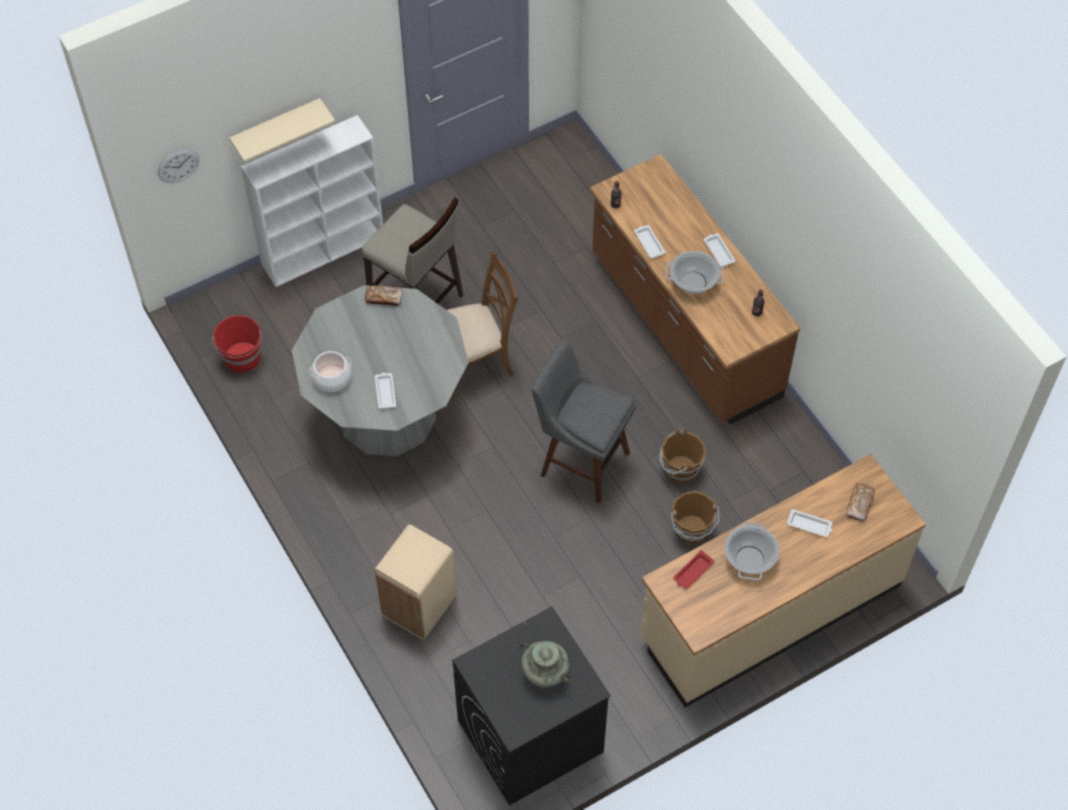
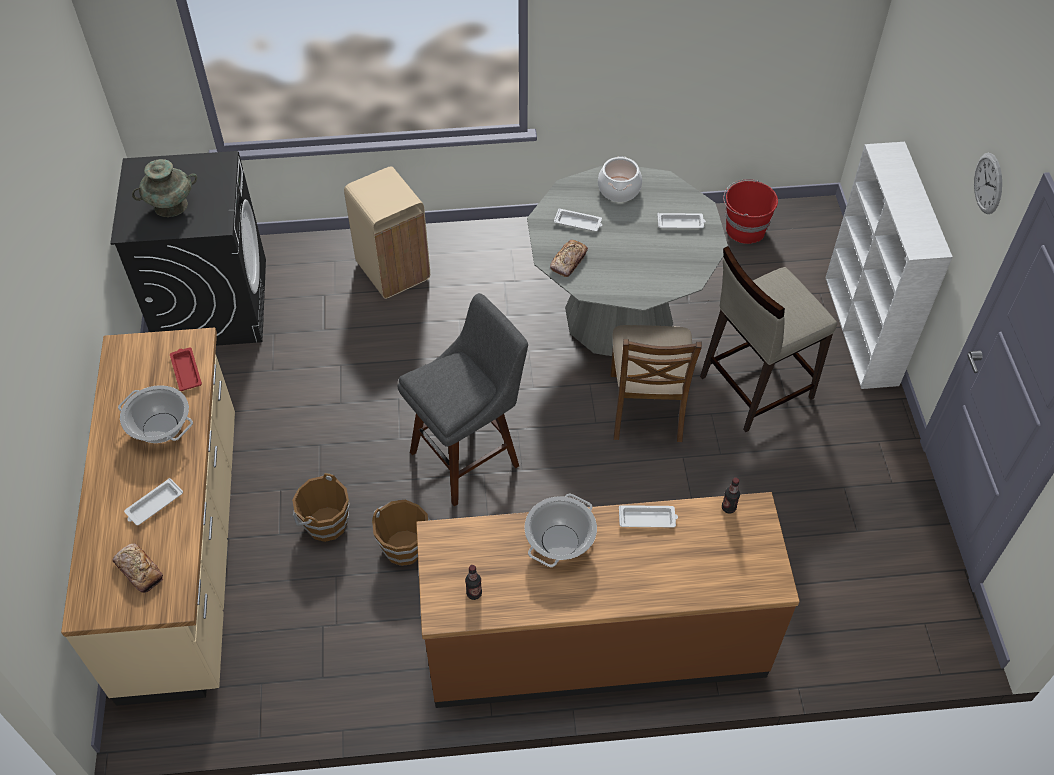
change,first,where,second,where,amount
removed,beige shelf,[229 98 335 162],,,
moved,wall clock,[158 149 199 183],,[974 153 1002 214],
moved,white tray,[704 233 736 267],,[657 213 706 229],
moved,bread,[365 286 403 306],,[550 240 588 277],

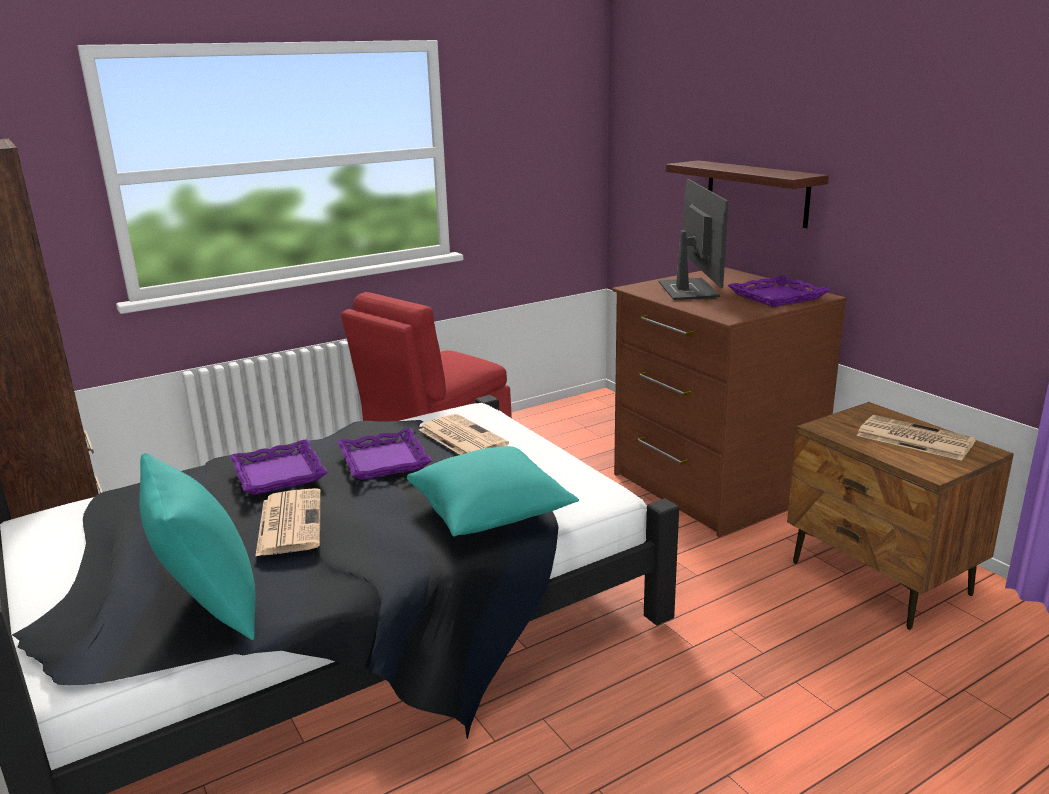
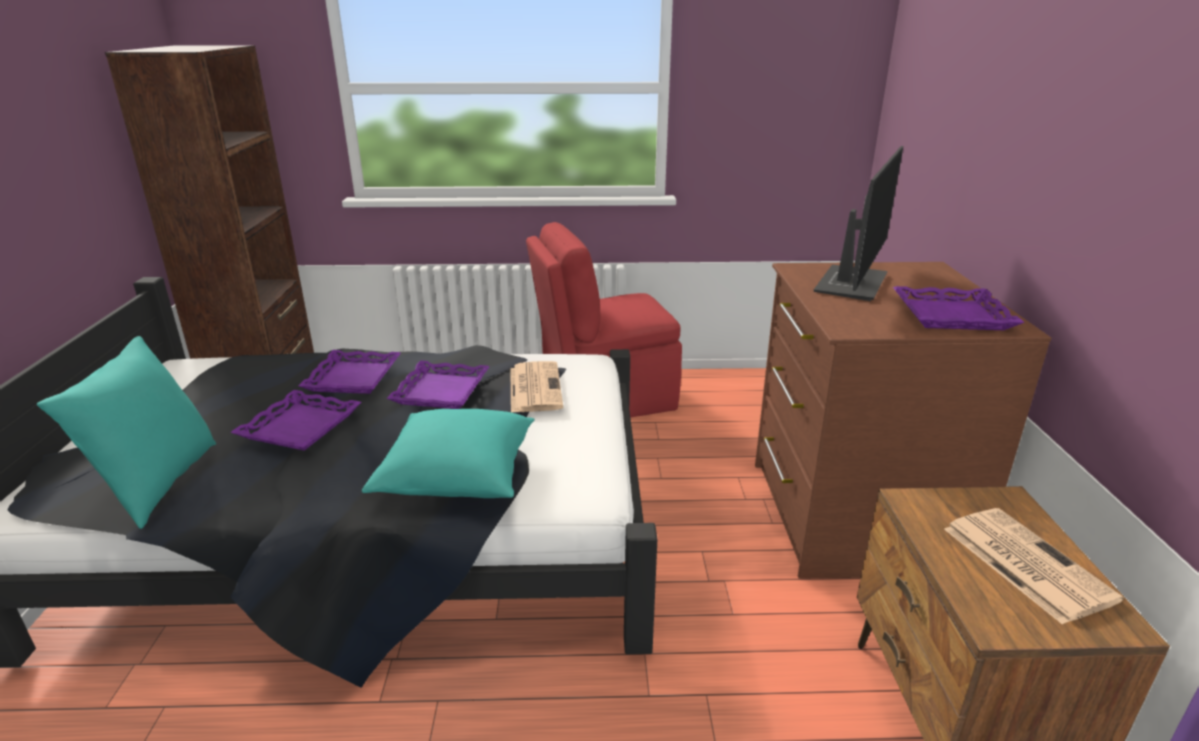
change,first,where,second,where,amount
removed,shelf,[666 160 829 228],,,
replaced,newspaper,[255 488 321 557],purple tray,[230 390 361 451],

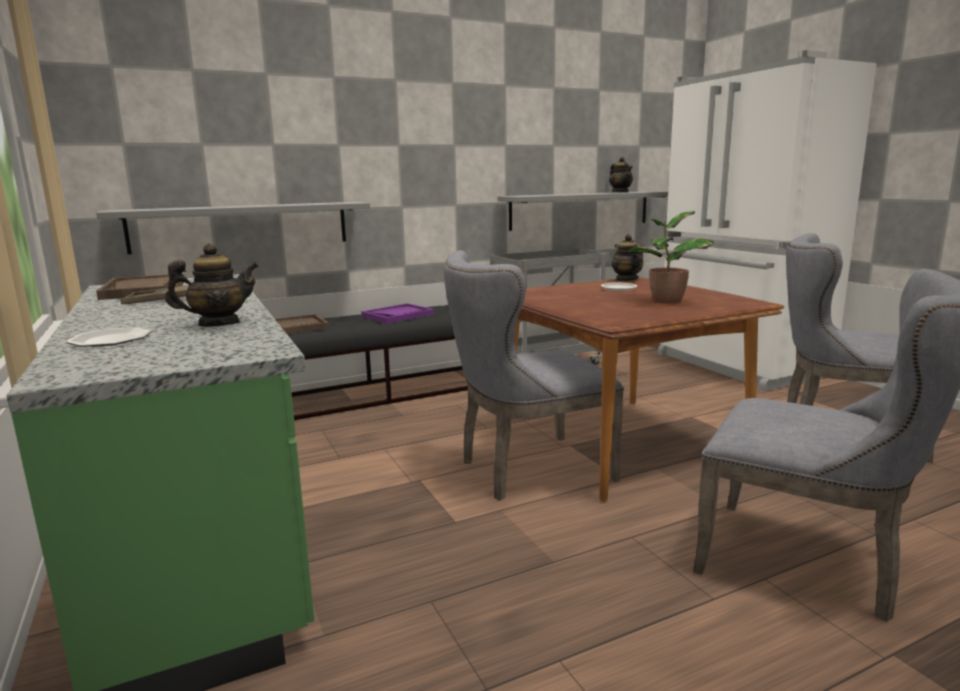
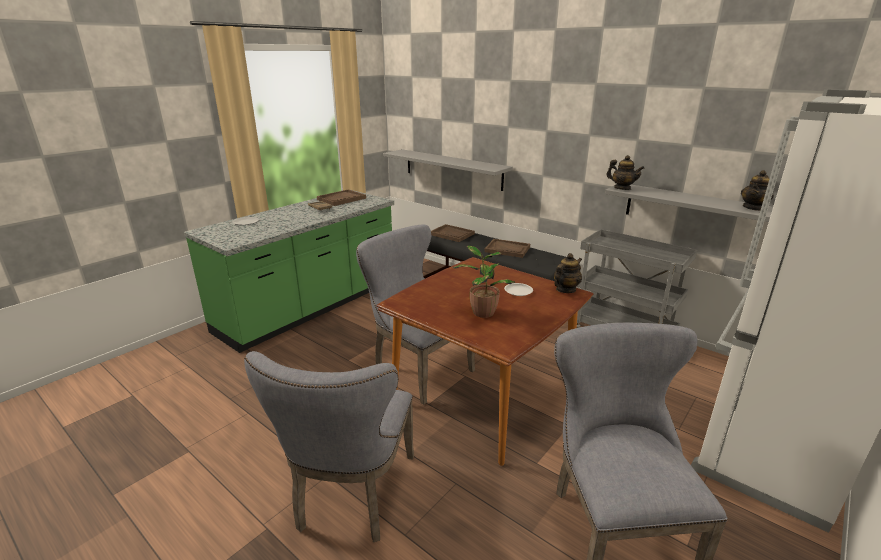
change,first,where,second,where,amount
moved,teapot,[165 243 259 327],,[606 155 644 190],
recoloured,purple tray,[361 303 434 324],brown tray,[484 239 530 258],

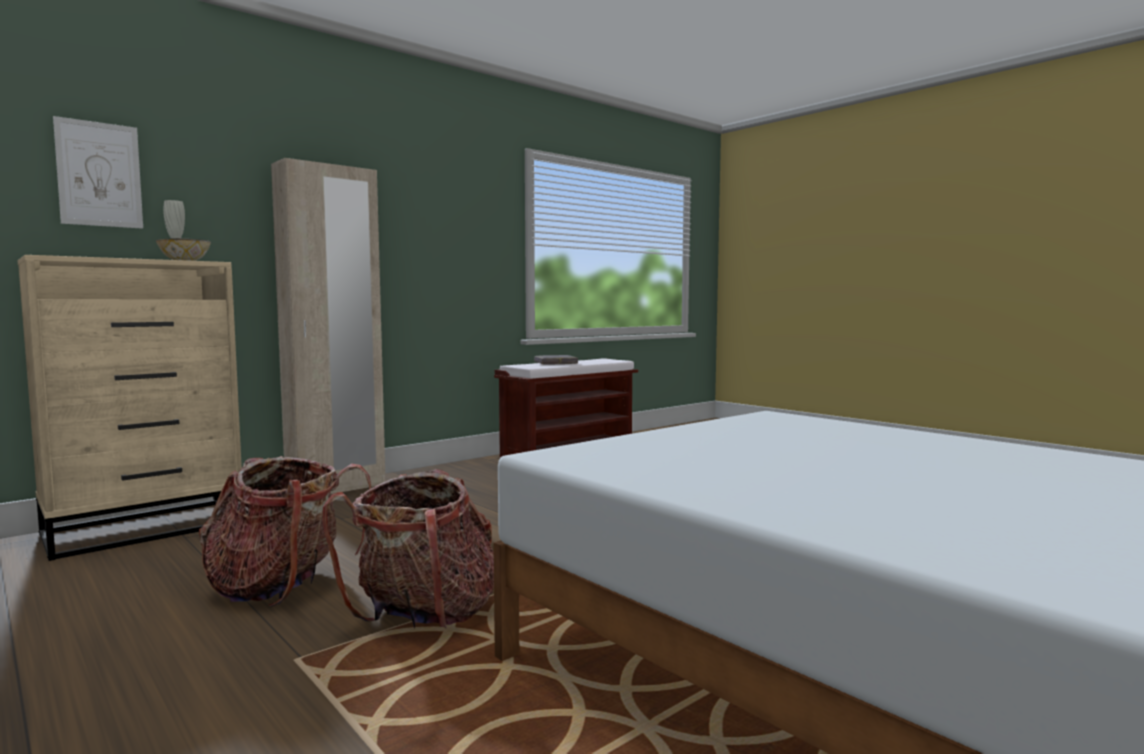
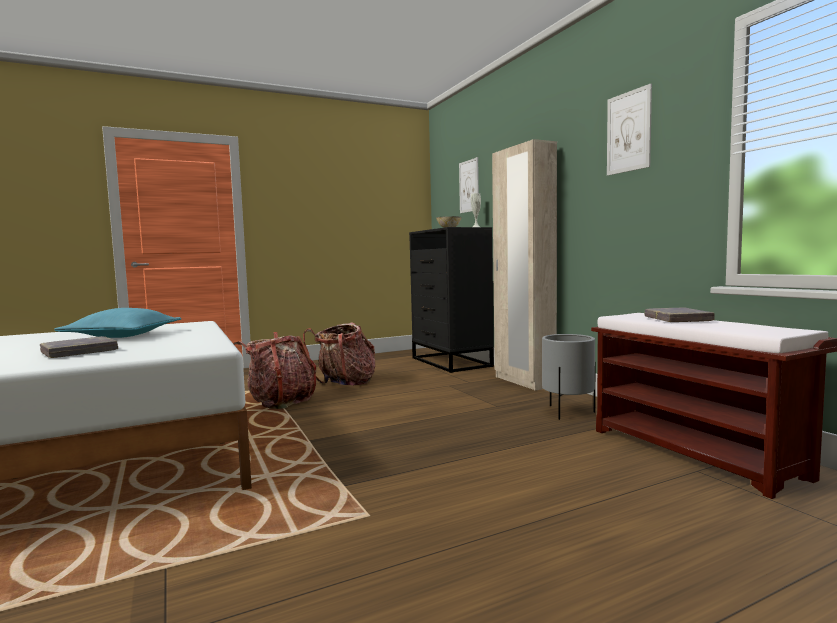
change,first,where,second,where,amount
recoloured,beige dresser,[18 255 242 561],black dresser,[409 227 494 373],
added,,,picture,[607 83 652 176],
added,,,turquoise pillow,[54 308 181 338],
added,,,grey planter,[542 334 596 420],
added,,,grey book,[40 336 118 358],

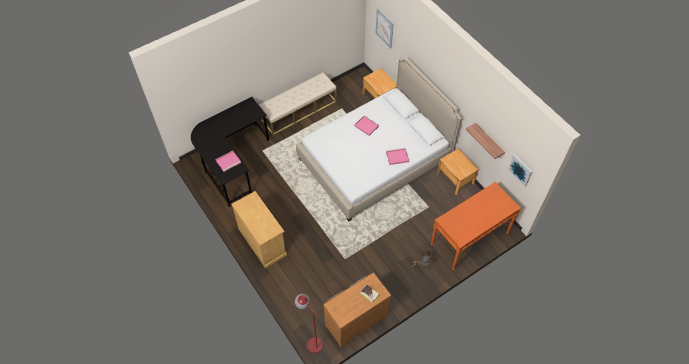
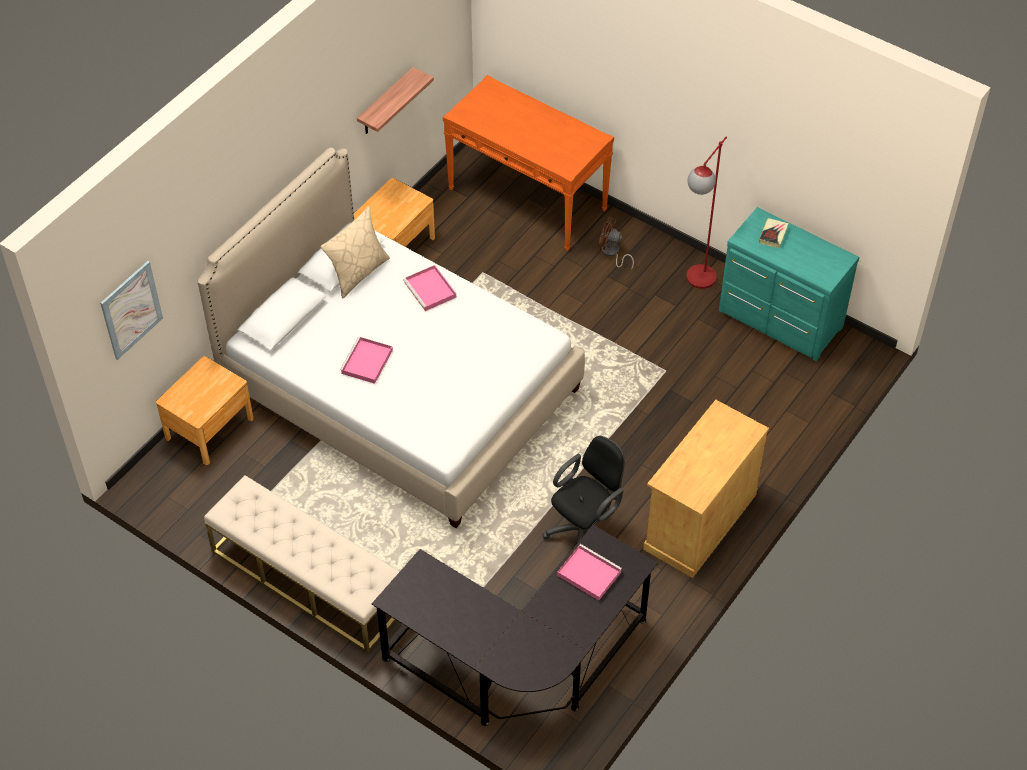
change,first,where,second,where,amount
removed,picture,[508 154 532 187],,,
recoloured,brown dresser,[323 273 391 347],turquoise dresser,[719 207 859 361],
moved,red floor lamp,[295 294 323 353],,[686 137 727 289],
added,,,beige pillow,[321 206 390 298],
added,,,black office chair,[542 436 624 544],

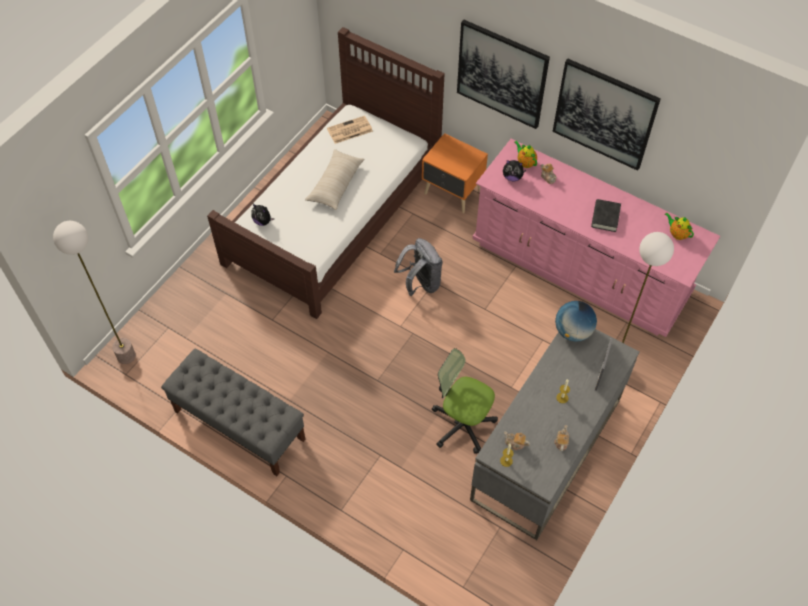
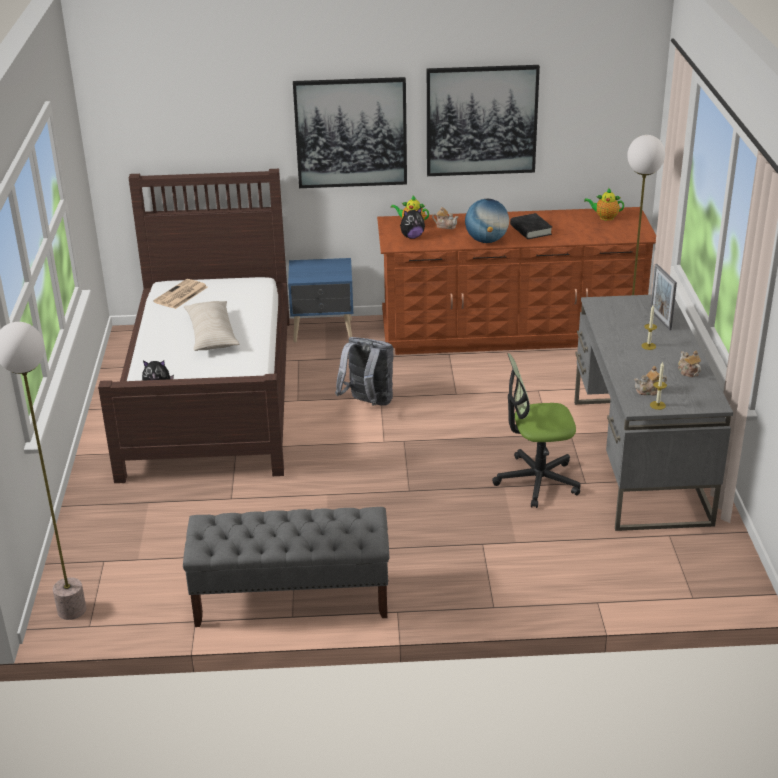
change,first,where,second,where,amount
recoloured,orange nightstand,[422 133 488 213],blue nightstand,[288 258 353 343],
recoloured,pink dresser,[472 139 720 337],brown dresser,[377 207 656 355],
moved,globe,[555 301 597 342],,[465 199 509 243],

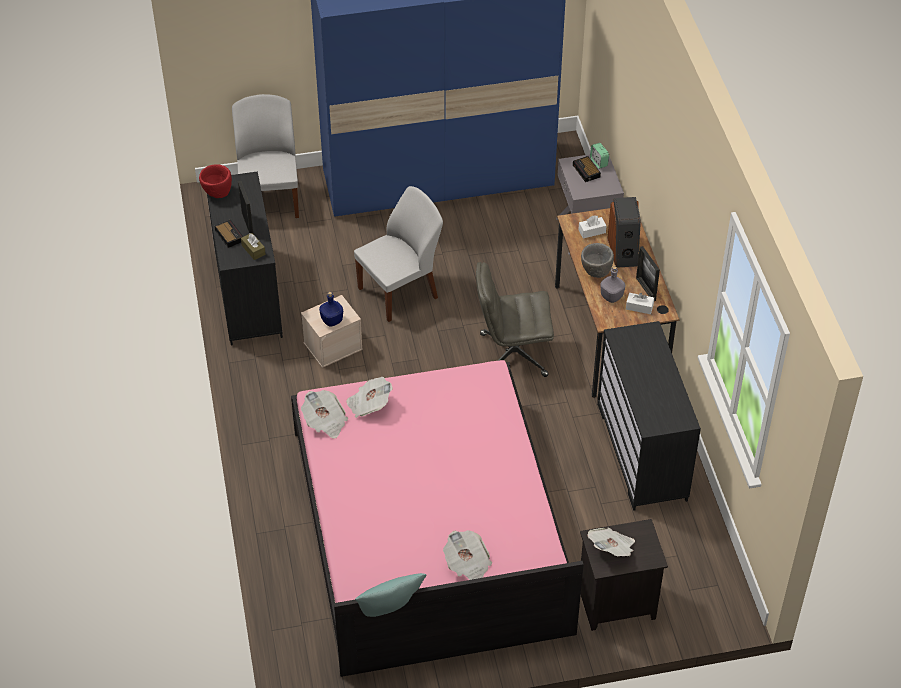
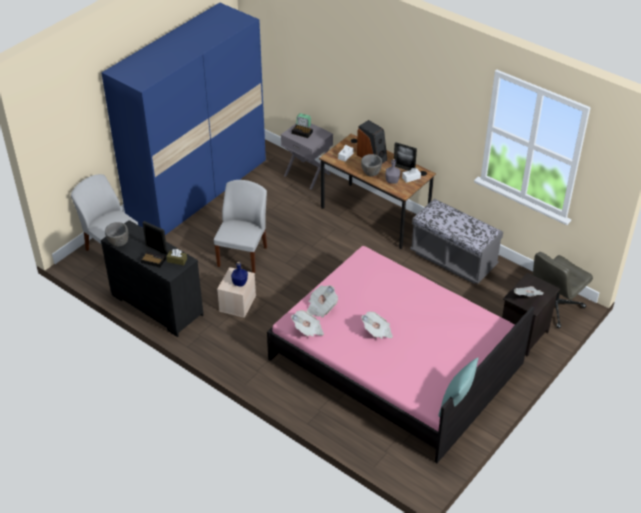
change,first,where,second,where,amount
recoloured,red bowl,[199 164 232 198],grey bowl,[105 222 129 246],
moved,grey office chair,[476 262 554 377],,[533 252 593 329],
replaced,black dresser,[597 321 701 511],grey bench,[410 198 503 284],
moved,newspaper,[443 530 492 580],,[361 311 393 339],

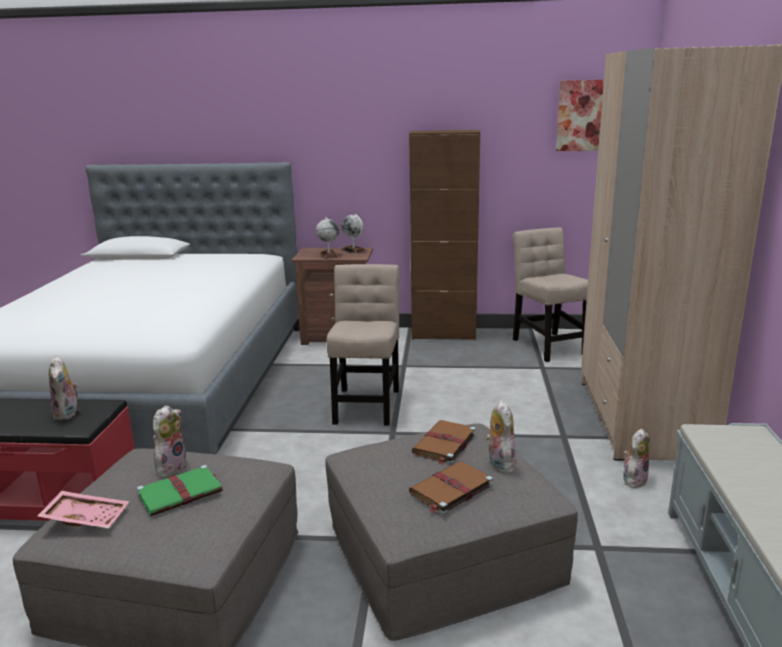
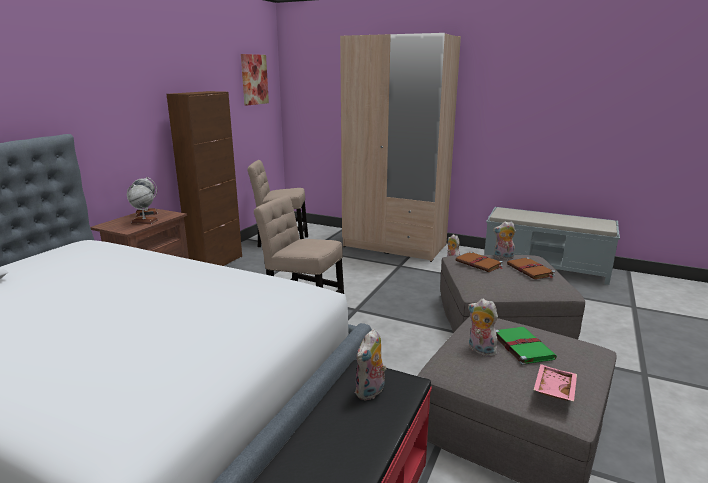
change,first,where,second,where,amount
turned,plush toy,[49 356 78 420],,[355 329 386 401],120 degrees clockwise

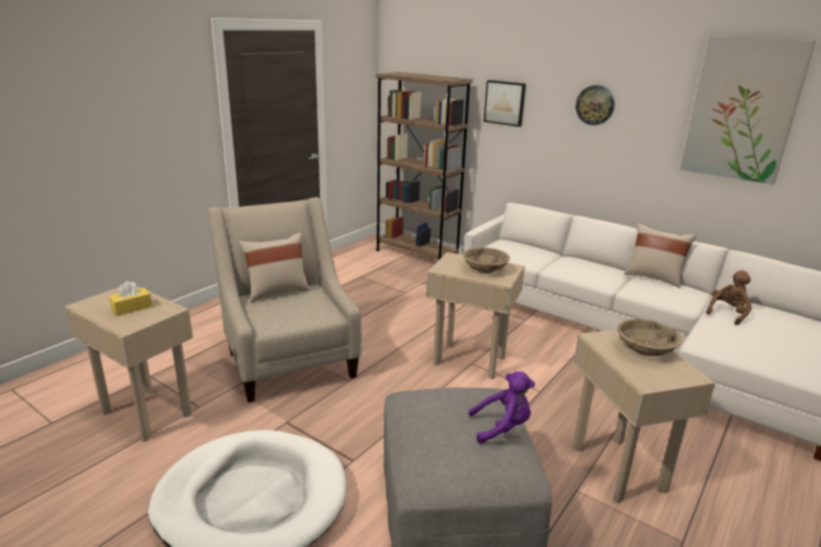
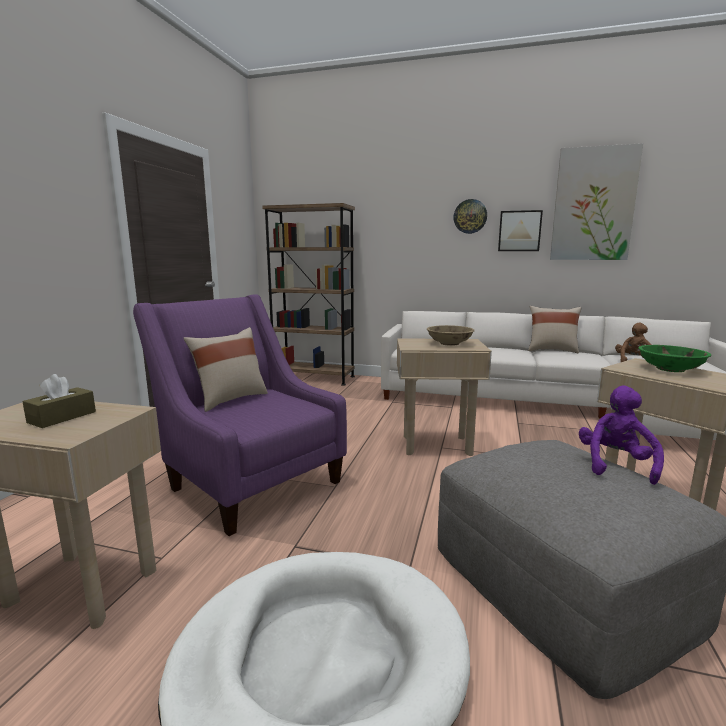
change,first,where,second,where,amount
moved,picture,[484 80 526 127],,[498 210 543 251],
recoloured,beige armchair,[208 197 362 403],purple armchair,[133 294 347 536],
recoloured,yellow tissue box,[109 281 152 316],brown tissue box,[22 374 96 428],
recoloured,beige bowl,[617 319 682 356],green bowl,[638 345 711 372],
turned,purple plush toy,[468 371 535 444],,[579 386 664 485],45 degrees counterclockwise

